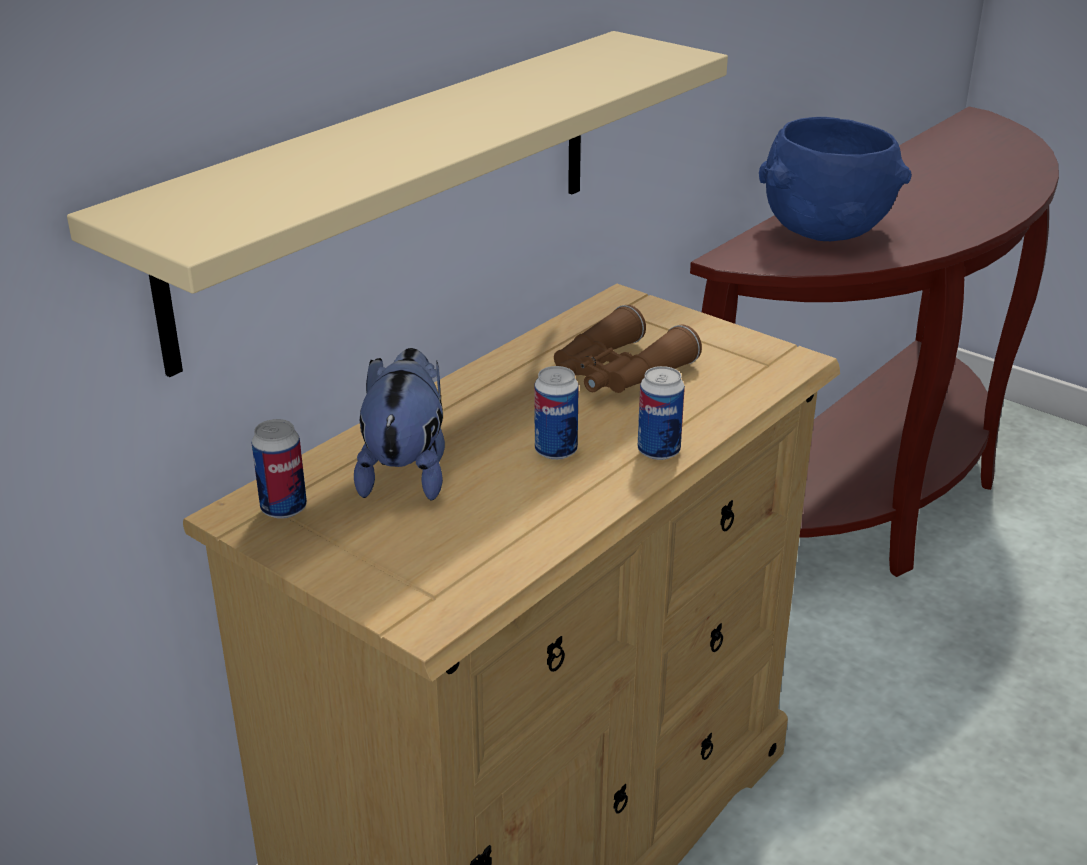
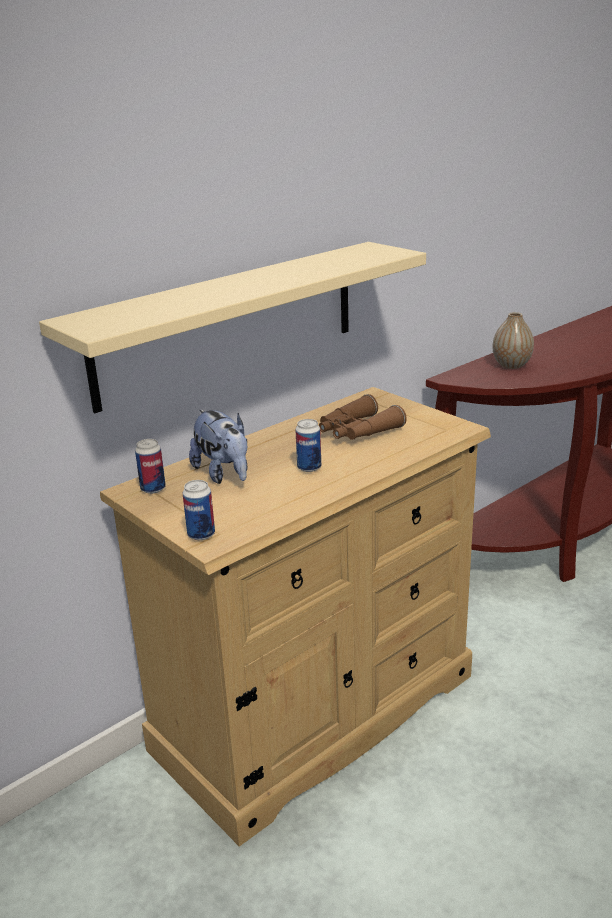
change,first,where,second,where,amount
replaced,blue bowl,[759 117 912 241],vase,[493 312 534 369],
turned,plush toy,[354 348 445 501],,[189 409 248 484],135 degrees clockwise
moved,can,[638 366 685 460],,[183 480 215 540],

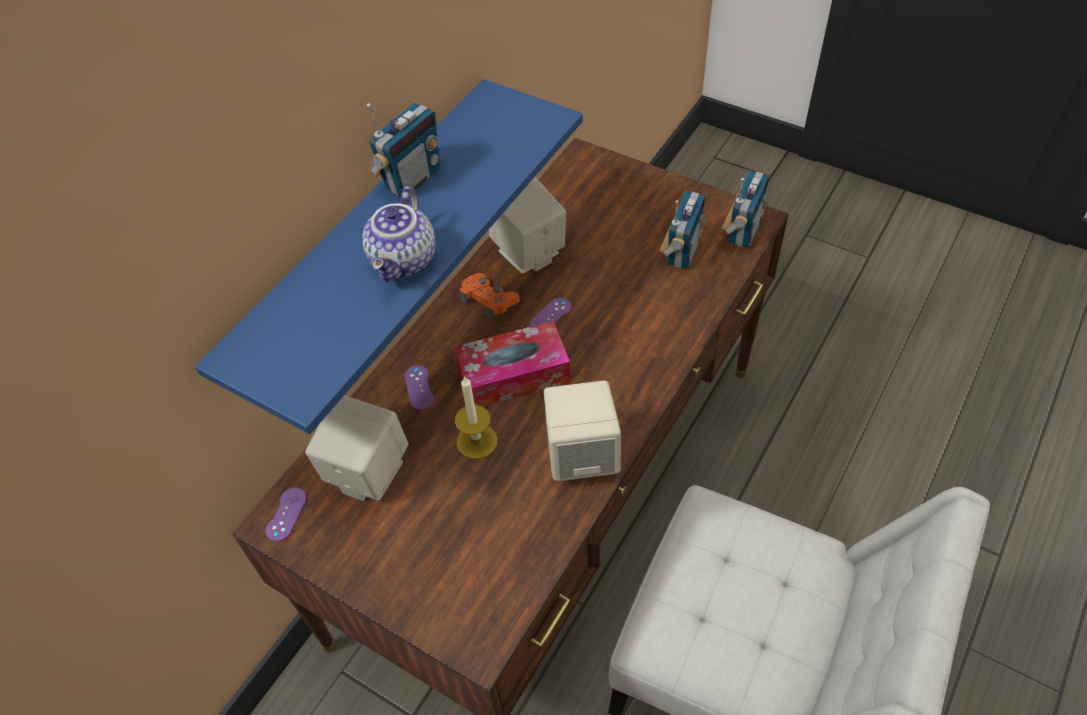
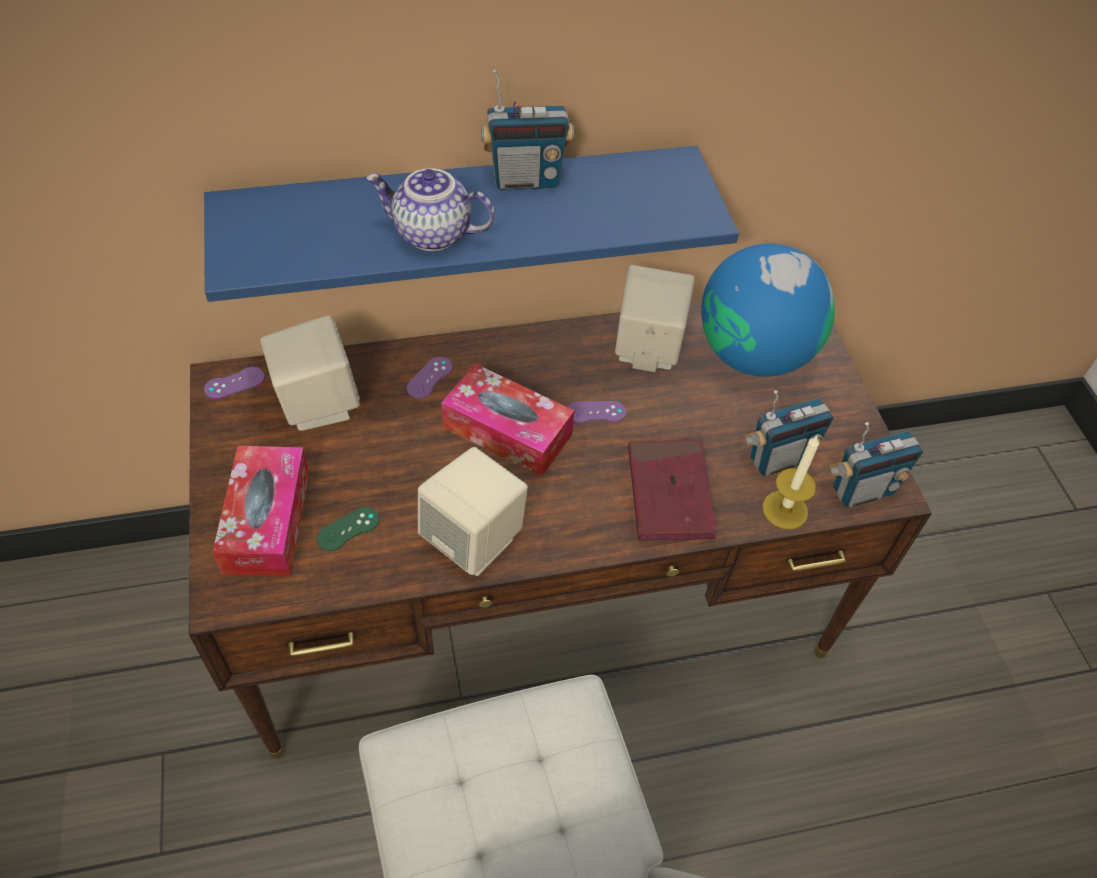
change,first,where,second,where,amount
turned,teapot,[362 186 436 282],,[366 168 495 251],45 degrees clockwise
removed,orange game controller,[460 273 519 320],,,
moved,candle,[455 376 497 459],,[762 434 819 529],
added,,,globe,[701 243 835 377],
added,,,red book,[628 440 717 541],
added,,,tissue box,[212 446 309 577],
added,,,green game controller,[316 507 379 551],

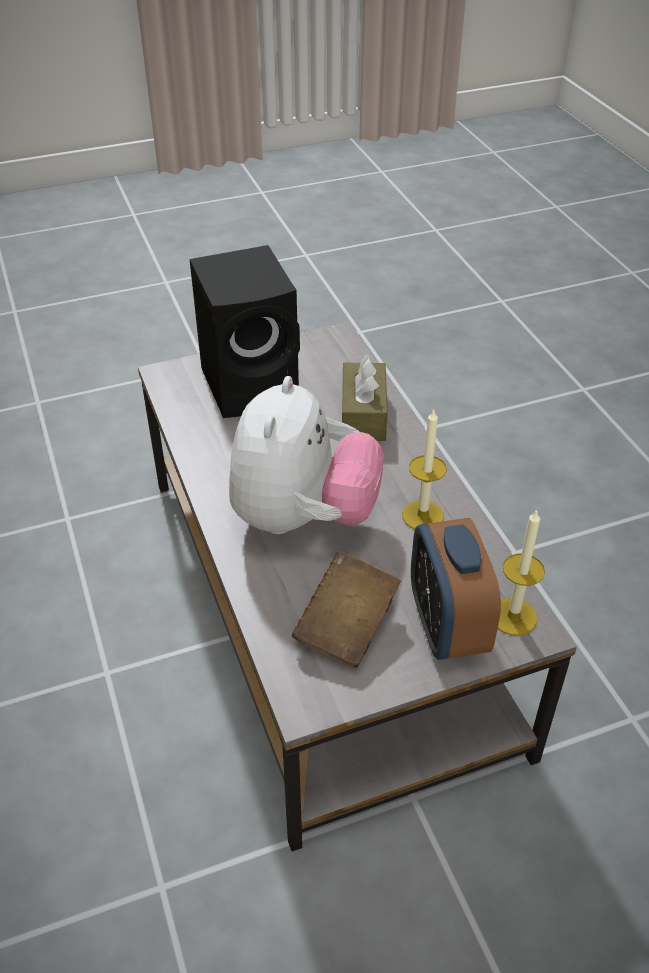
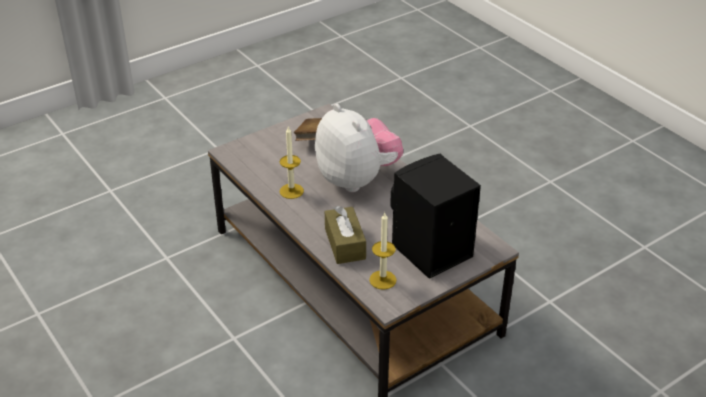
change,first,where,second,where,amount
turned,plush toy,[229 376 384 534],,[315 104 403 192],150 degrees clockwise
moved,candle,[498 509 545 635],,[369 213 397 290],
removed,alarm clock,[411 518 501 660],,,

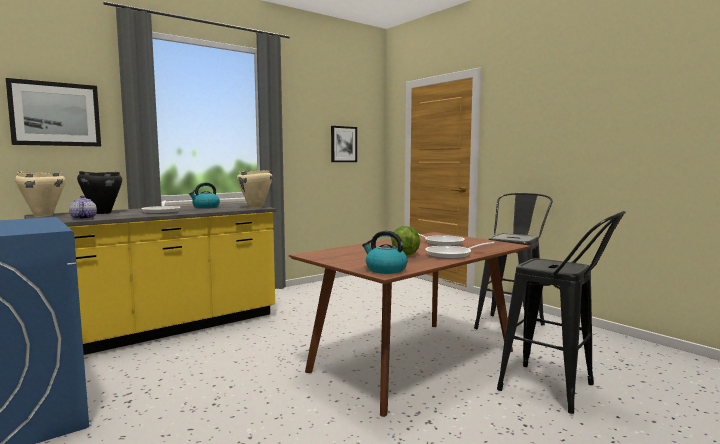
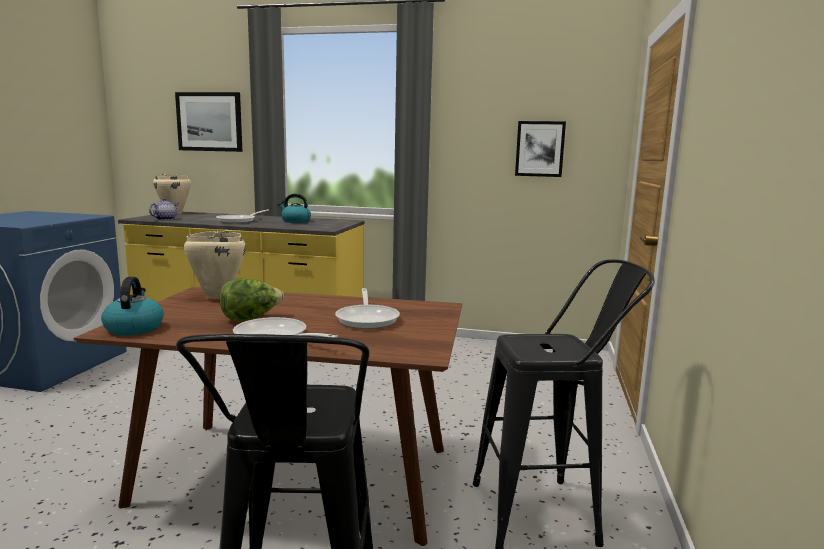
change,first,where,second,where,amount
moved,beige cooking pot,[237 170 272 208],,[184 231 246 299],
removed,black cooking pot,[77 171 122 214],,,

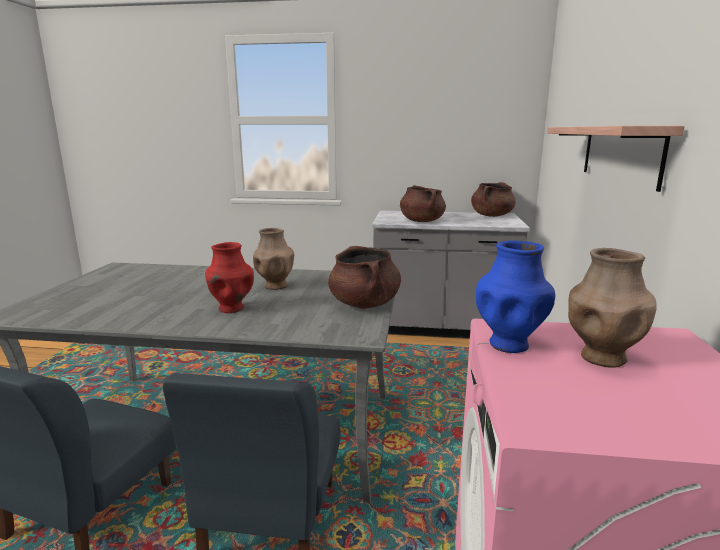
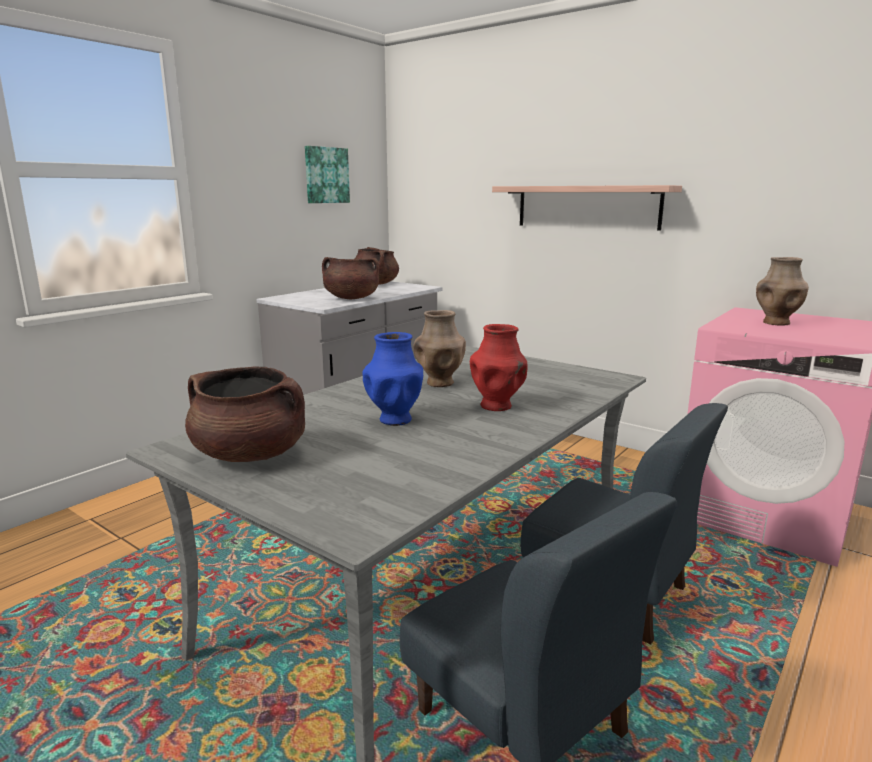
change,first,where,second,where,amount
moved,blue vase,[476 241 555 353],,[362 332 423 426],
moved,brown cooking pot,[328 246 401 309],,[185 367 305 462],
added,,,picture,[305 146 350 203],

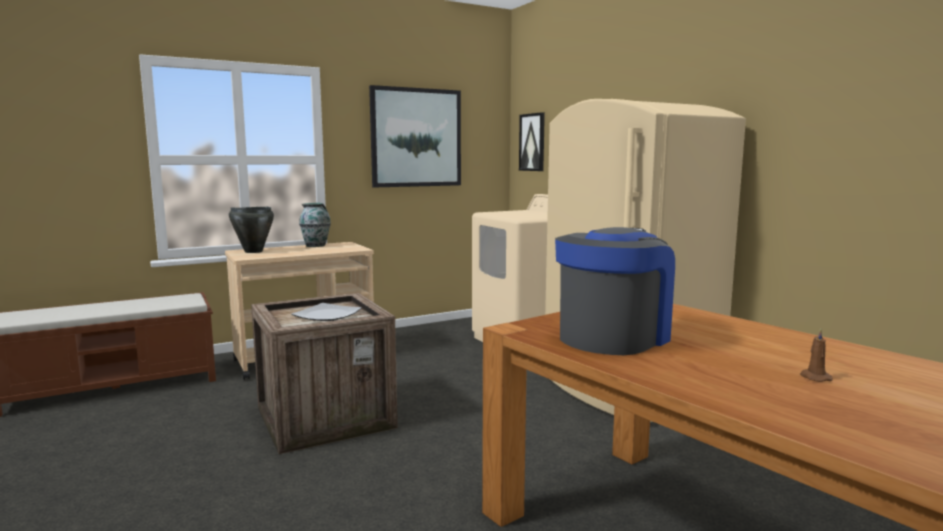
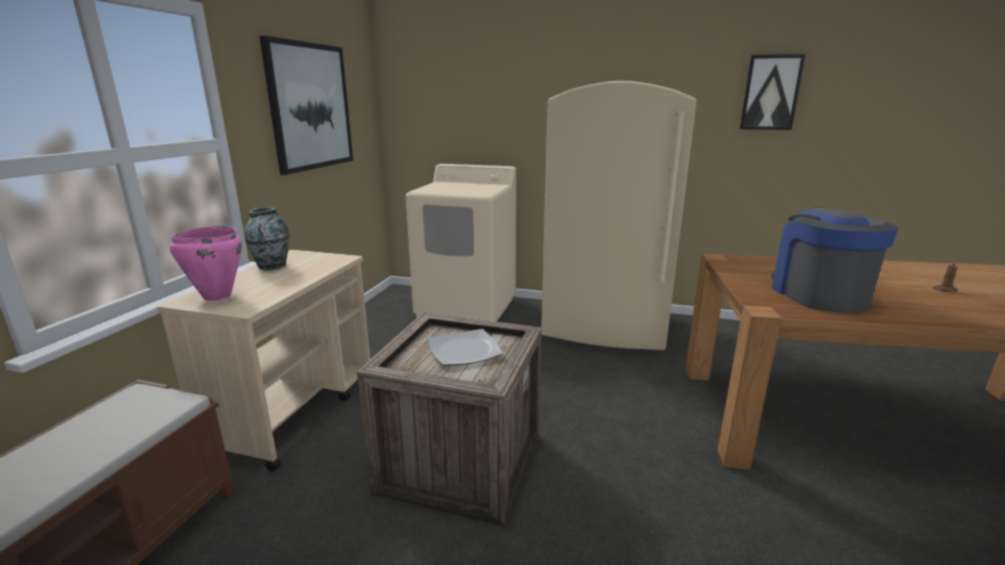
change,first,where,second,where,amount
moved,picture,[519 112 545 171],,[740 54 806 130],
recoloured,black cooking pot,[229 207 274 253],pink cooking pot,[170 226 242 301],

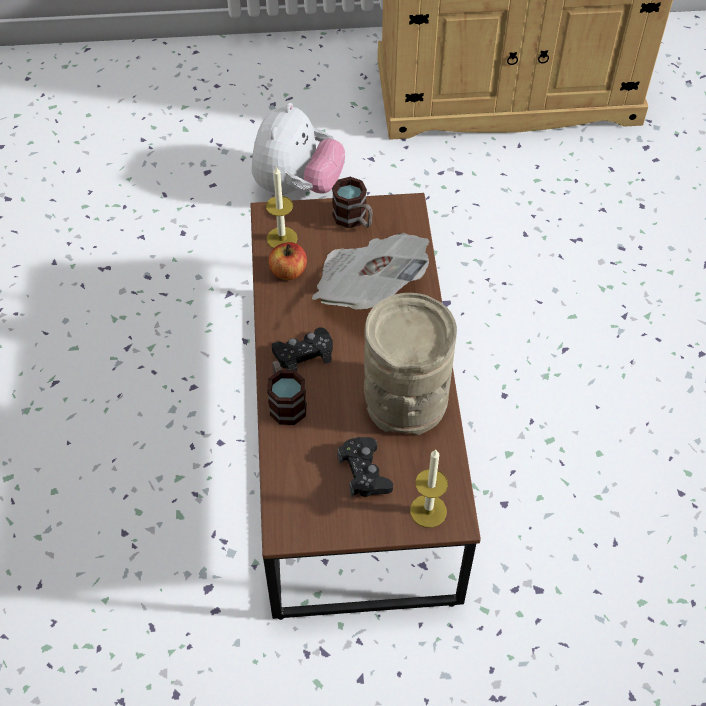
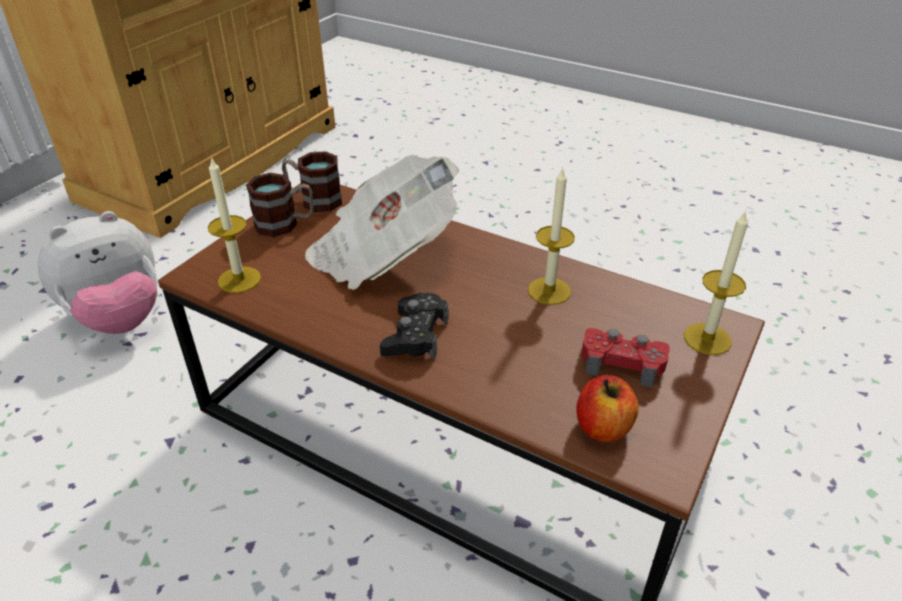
change,first,where,second,where,amount
turned,plush toy,[252 103 345 195],,[38 211 157 334],90 degrees clockwise
moved,apple,[269 242 307 280],,[576 375 639 442],
replaced,beige vase,[364 293 457 435],candle,[528 167 575 305],
moved,mug,[267 361 307 425],,[282 151 342 212],
recoloured,black game controller,[337 437 393 497],red game controller,[581 328 670 388],

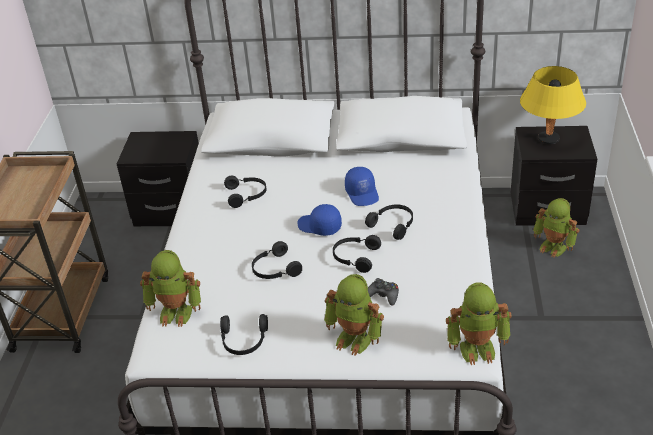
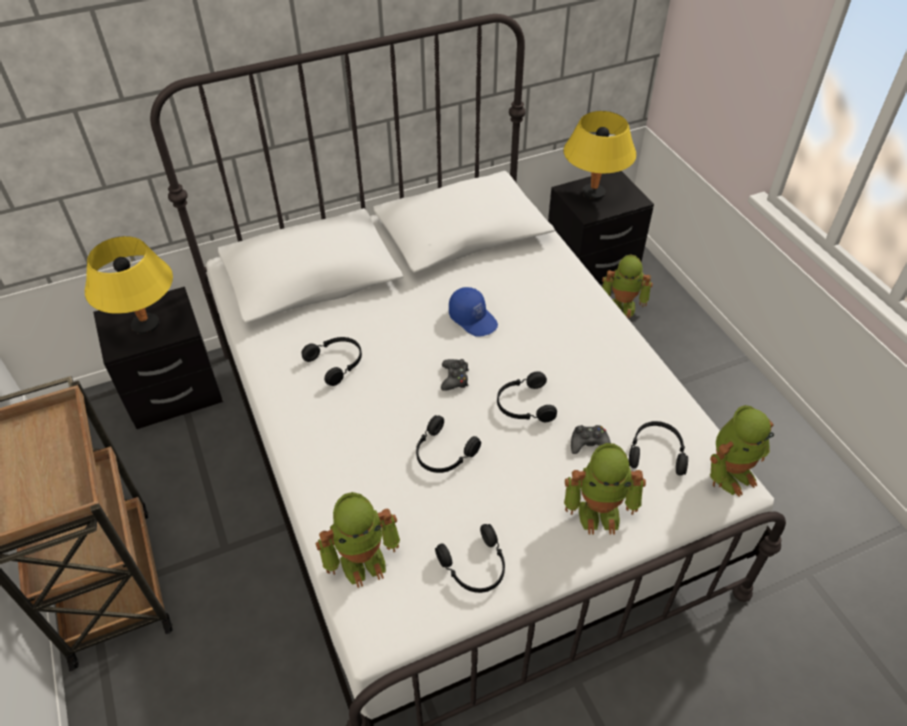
change,first,where,second,where,amount
replaced,blue cap,[297 204 342 236],black game controller,[441 359 469 391],
moved,black headphones,[365 204 413 240],,[629 421 688 476],
added,,,yellow table lamp,[85 236 173 334],

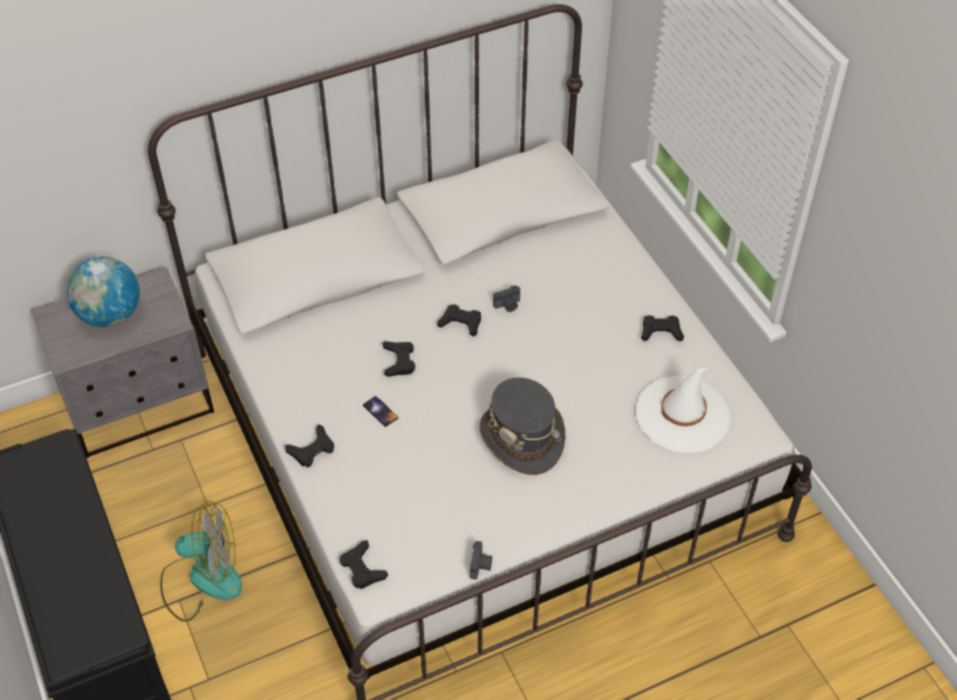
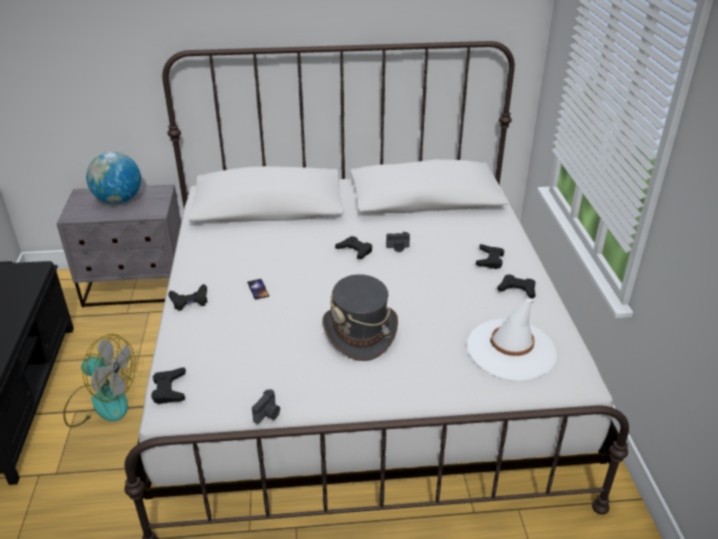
change,first,where,second,where,amount
moved,black game controller,[382 341 415 377],,[476 244 504 269],

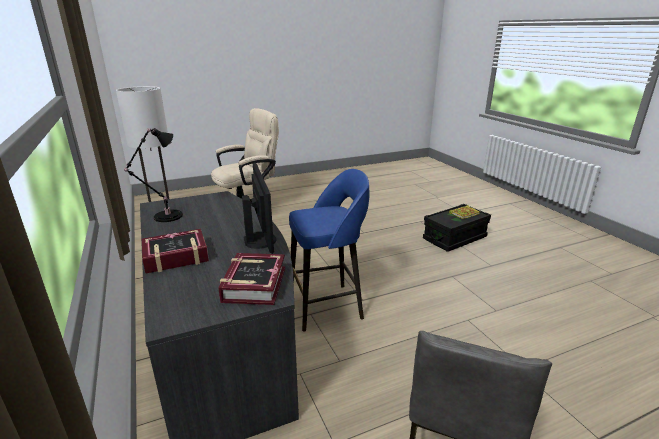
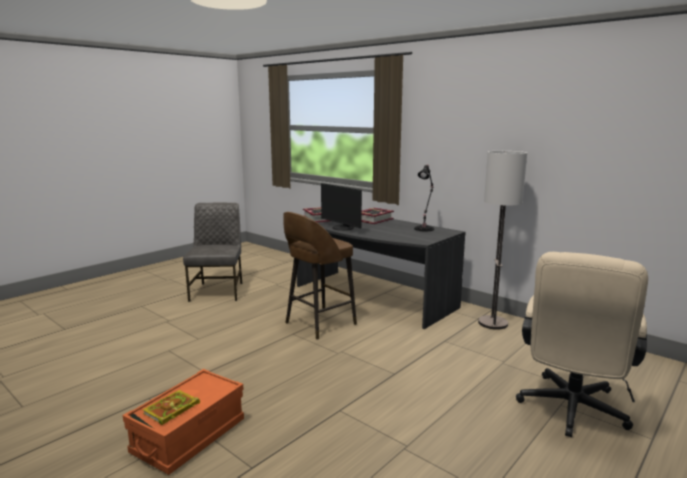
change,first,where,second,where,amount
recoloured,blue stool,[289 169 370 332],brown stool,[283 212 357 340],
recoloured,black storage box,[423 204 491 251],orange storage box,[123 369 244 475],

